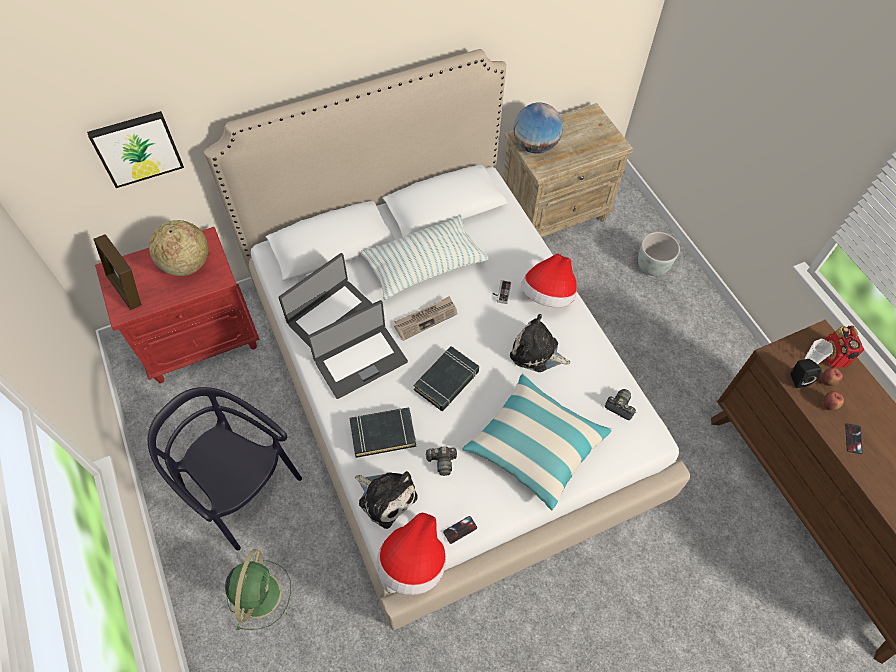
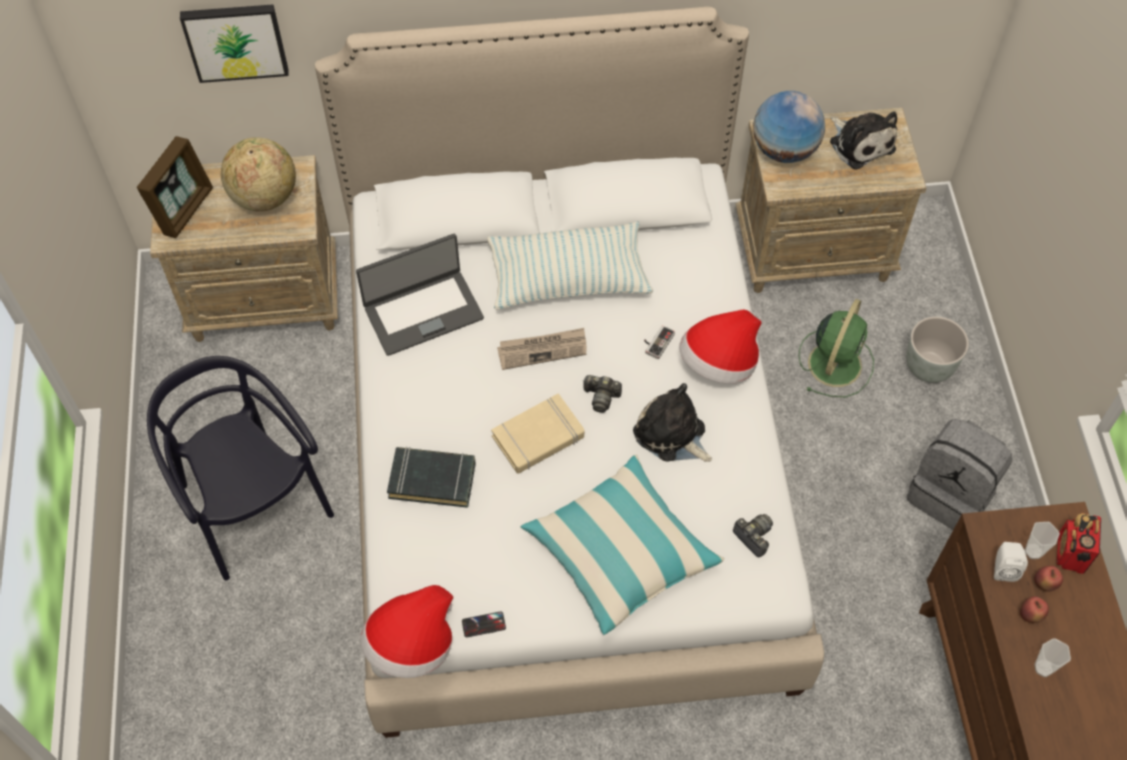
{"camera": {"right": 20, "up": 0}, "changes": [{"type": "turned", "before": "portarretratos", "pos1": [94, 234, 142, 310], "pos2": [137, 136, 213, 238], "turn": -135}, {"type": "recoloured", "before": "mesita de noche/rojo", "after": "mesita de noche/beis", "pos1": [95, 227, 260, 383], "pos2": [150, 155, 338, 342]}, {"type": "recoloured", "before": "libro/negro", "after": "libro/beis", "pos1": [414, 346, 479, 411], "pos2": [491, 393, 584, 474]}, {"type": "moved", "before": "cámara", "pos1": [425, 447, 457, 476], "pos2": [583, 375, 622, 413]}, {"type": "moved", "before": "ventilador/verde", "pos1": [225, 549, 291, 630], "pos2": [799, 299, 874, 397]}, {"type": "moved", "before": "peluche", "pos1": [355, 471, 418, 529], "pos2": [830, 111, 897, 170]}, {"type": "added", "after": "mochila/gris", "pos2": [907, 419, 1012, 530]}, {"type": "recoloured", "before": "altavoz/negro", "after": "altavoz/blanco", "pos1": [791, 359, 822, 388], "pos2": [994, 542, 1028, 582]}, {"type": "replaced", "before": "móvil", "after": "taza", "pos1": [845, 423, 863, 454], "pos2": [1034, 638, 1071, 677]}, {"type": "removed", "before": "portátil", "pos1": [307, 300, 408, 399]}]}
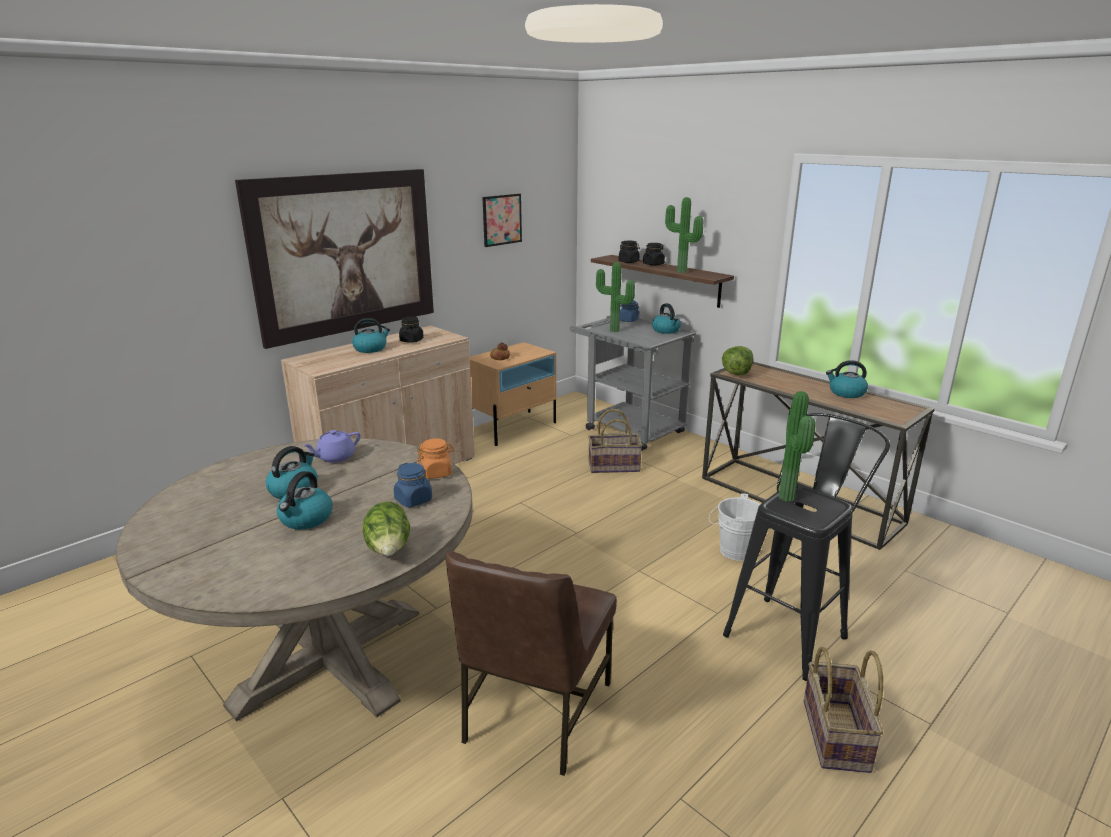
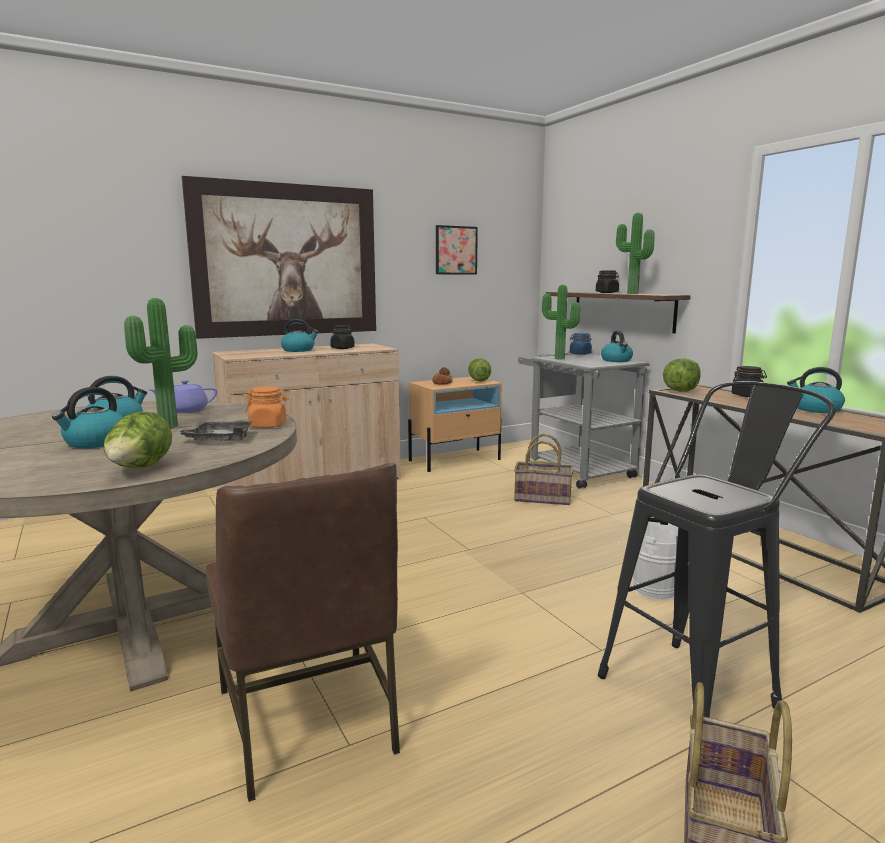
{"camera": {"right": 15, "up": -10}, "changes": [{"type": "moved", "before": "planta en maceta", "pos1": [778, 391, 816, 502], "pos2": [124, 298, 198, 429]}, {"type": "replaced", "before": "tarro/azul", "after": "bandeja/gris", "pos1": [394, 463, 432, 507], "pos2": [174, 421, 253, 441]}, {"type": "turned", "before": "silla/marrón", "pos1": [446, 551, 617, 776], "pos2": [206, 463, 400, 802], "turn": -60}, {"type": "added", "after": "lechuga", "pos2": [468, 358, 491, 382]}, {"type": "moved", "before": "tarro/negro", "pos1": [619, 241, 640, 263], "pos2": [731, 366, 767, 397]}]}
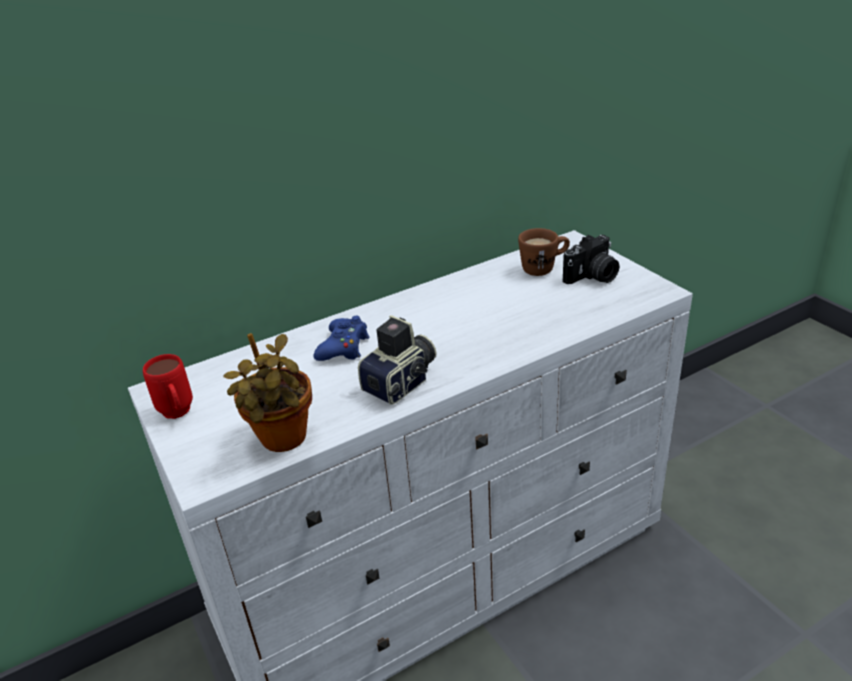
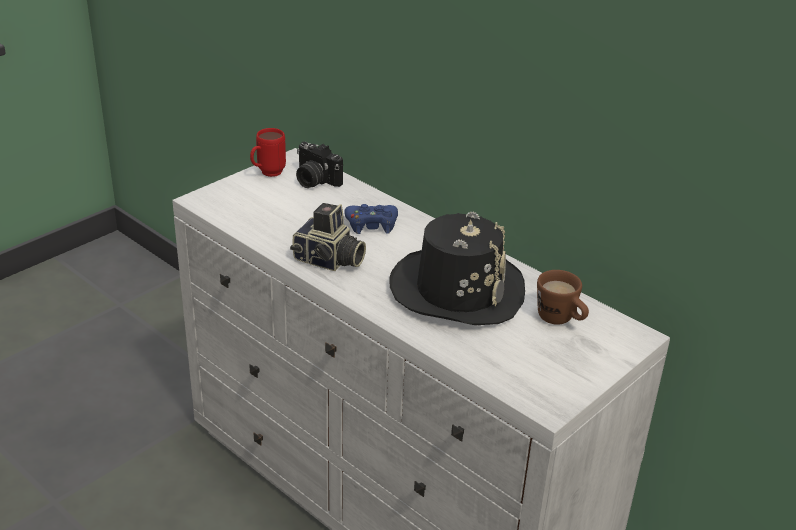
{"camera": {"right": 70, "up": 0}, "changes": [{"type": "moved", "before": "cámara", "pos1": [563, 235, 619, 284], "pos2": [296, 142, 343, 188]}, {"type": "added", "after": "sombrero/negro", "pos2": [390, 211, 525, 325]}, {"type": "removed", "before": "planta en maceta", "pos1": [223, 333, 312, 452]}]}
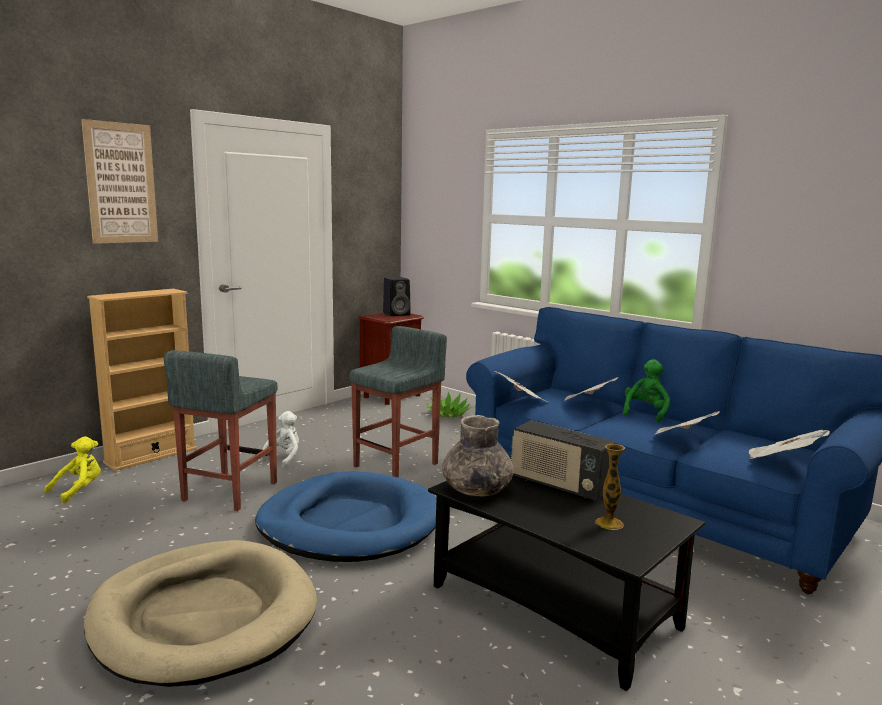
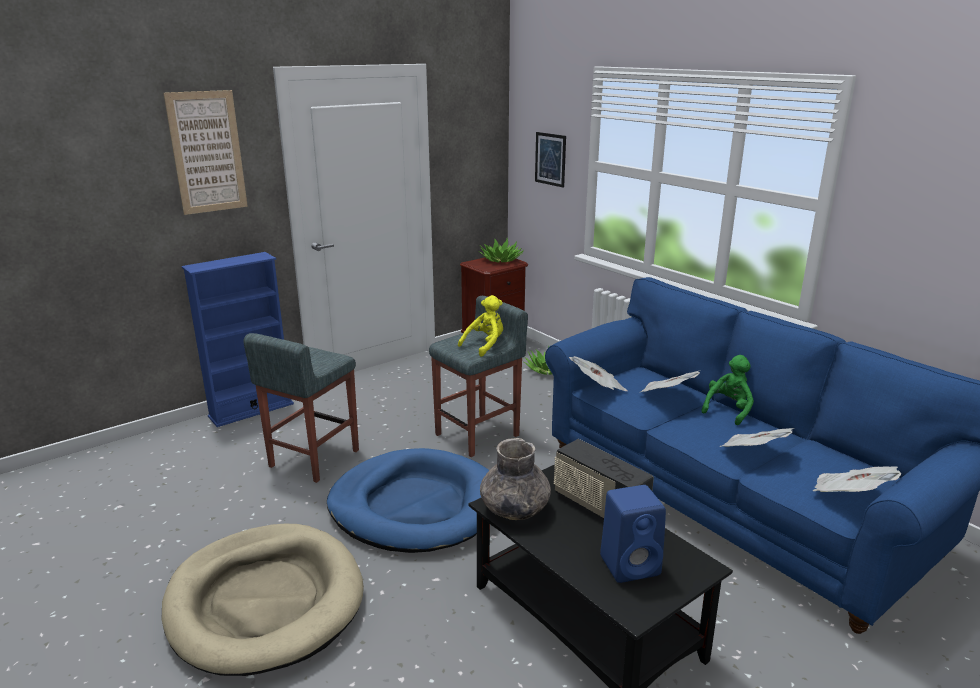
{"camera": {"right": 10, "up": 10}, "changes": [{"type": "recoloured", "before": "estantería/beis", "after": "estantería/azul", "pos1": [87, 289, 197, 471], "pos2": [182, 252, 294, 427]}, {"type": "moved", "before": "peluche/amarillo", "pos1": [45, 436, 101, 503], "pos2": [458, 295, 503, 357]}, {"type": "replaced", "before": "altavoz/negro", "after": "planta en maceta", "pos1": [383, 277, 410, 316], "pos2": [479, 238, 523, 262]}, {"type": "added", "after": "cuadro", "pos2": [535, 132, 566, 188]}, {"type": "replaced", "before": "florero", "after": "altavoz/azul", "pos1": [595, 444, 625, 530], "pos2": [600, 485, 666, 583]}, {"type": "removed", "before": "peluche/blanco", "pos1": [258, 411, 299, 469]}]}
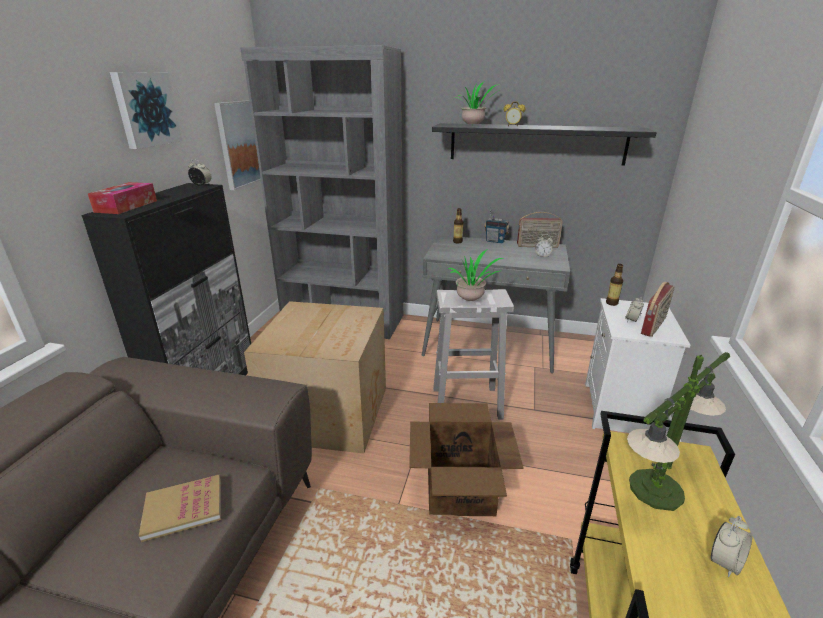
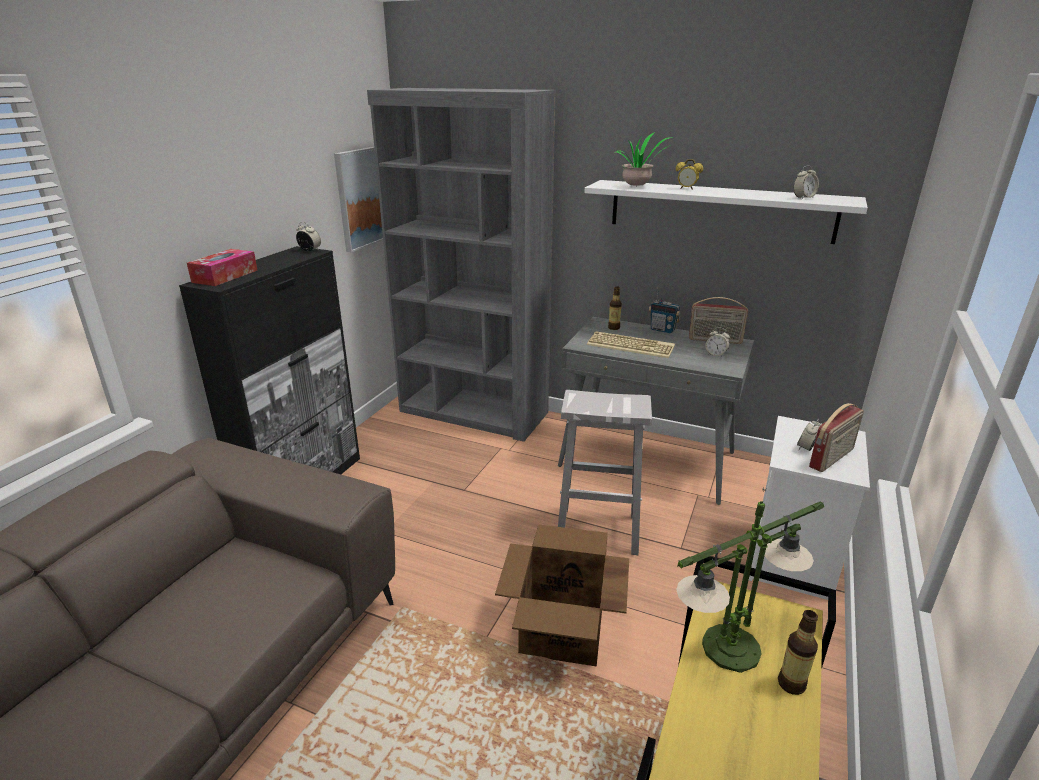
{"camera": {"right": 10, "up": 0}, "changes": [{"type": "recoloured", "before": "estante/negro", "after": "estante/blanco", "pos1": [432, 123, 657, 166], "pos2": [584, 180, 868, 244]}, {"type": "added", "after": "teclado", "pos2": [587, 331, 675, 358]}, {"type": "moved", "before": "botella", "pos1": [606, 264, 623, 306], "pos2": [778, 610, 818, 695]}, {"type": "moved", "before": "despertador", "pos1": [711, 516, 752, 577], "pos2": [793, 165, 819, 199]}, {"type": "removed", "before": "cuadro", "pos1": [110, 72, 182, 149]}, {"type": "removed", "before": "libro", "pos1": [139, 475, 221, 542]}, {"type": "removed", "before": "caja de cartón", "pos1": [244, 301, 386, 454]}, {"type": "removed", "before": "planta en maceta", "pos1": [448, 250, 504, 301]}]}
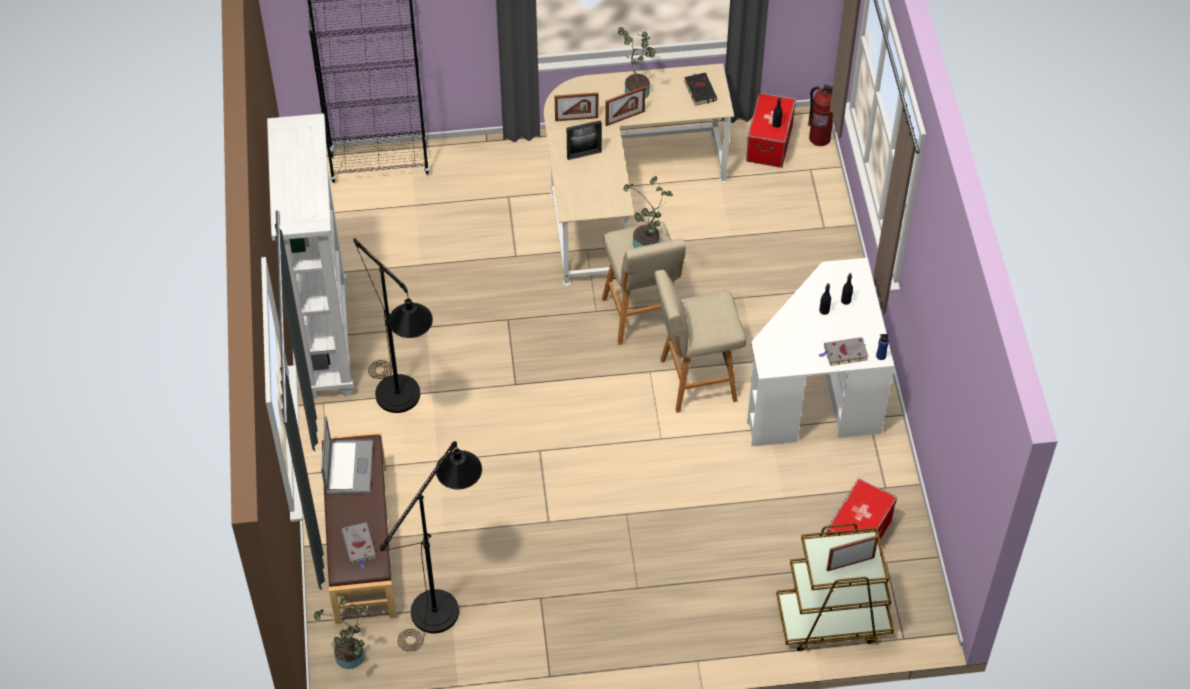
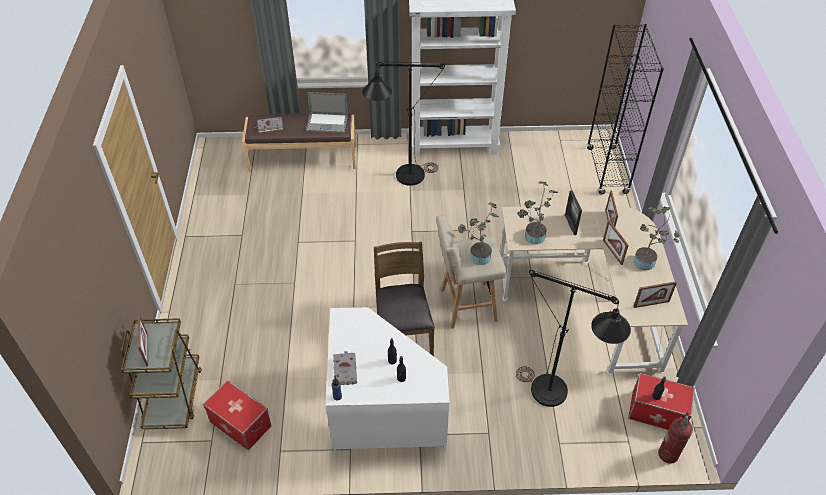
{"camera": {"right": 95, "up": -5}, "changes": [{"type": "replaced", "before": "taburete/beis", "after": "silla/marrón", "pos1": [655, 270, 746, 413], "pos2": [374, 242, 435, 356]}, {"type": "moved", "before": "lámpara de pie/negro", "pos1": [380, 441, 482, 652], "pos2": [516, 270, 631, 407]}, {"type": "moved", "before": "planta en maceta", "pos1": [314, 594, 369, 669], "pos2": [517, 181, 558, 244]}, {"type": "replaced", "before": "libro/negro", "after": "portarretratos", "pos1": [684, 73, 717, 106], "pos2": [633, 281, 677, 308]}]}
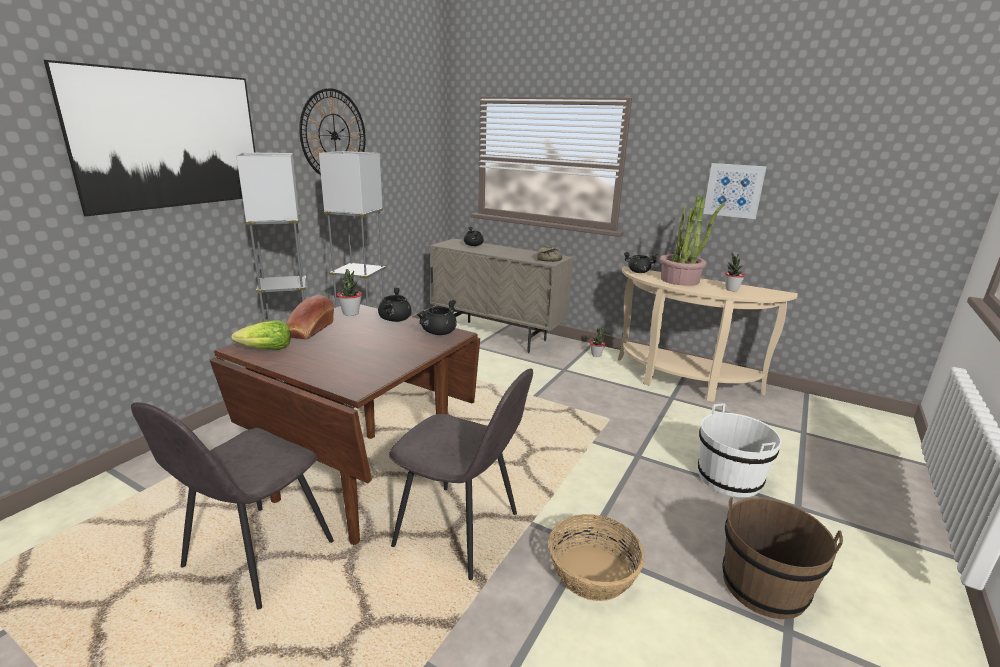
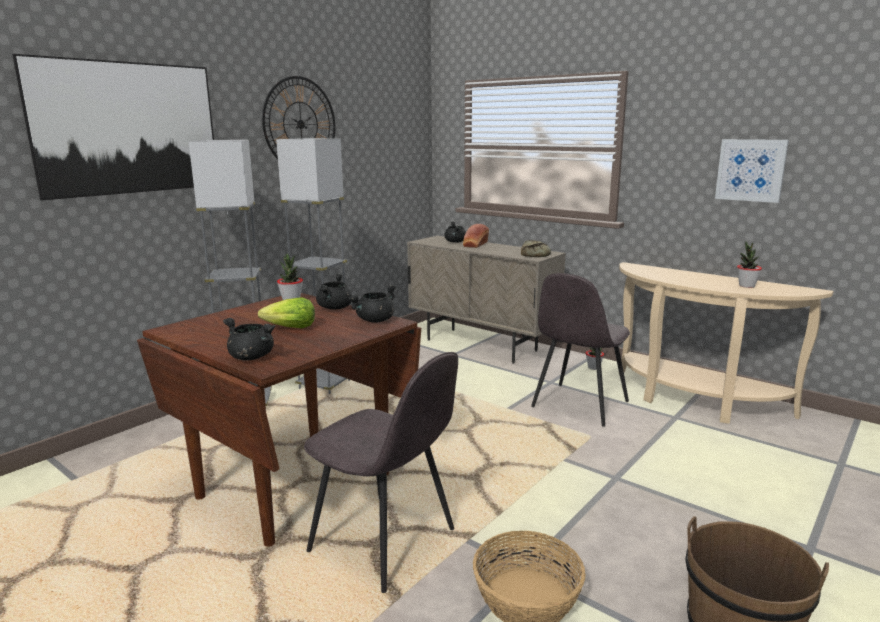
{"camera": {"right": 10, "up": -5}, "changes": [{"type": "moved", "before": "olla/negro", "pos1": [624, 252, 658, 273], "pos2": [223, 318, 275, 360]}, {"type": "moved", "before": "lechuga", "pos1": [232, 320, 291, 350], "pos2": [258, 298, 315, 328]}, {"type": "moved", "before": "pan", "pos1": [286, 295, 334, 339], "pos2": [463, 224, 489, 248]}, {"type": "moved", "before": "silla/gris", "pos1": [131, 402, 334, 610], "pos2": [531, 273, 630, 427]}, {"type": "removed", "before": "planta en maceta", "pos1": [660, 195, 726, 286]}, {"type": "removed", "before": "cubo/blanco", "pos1": [698, 403, 782, 497]}]}
